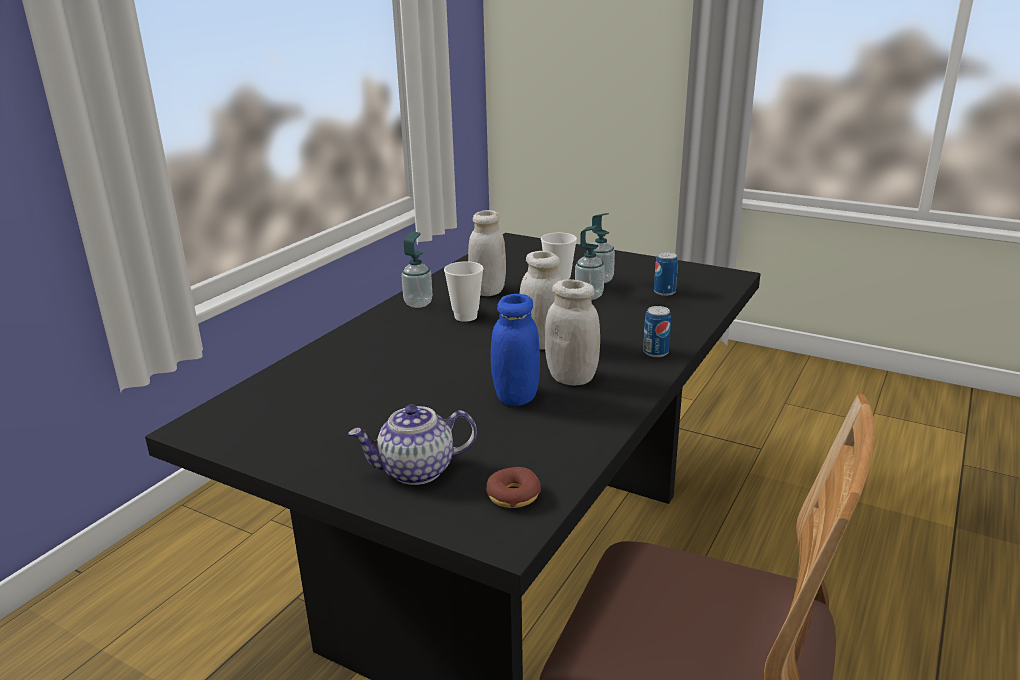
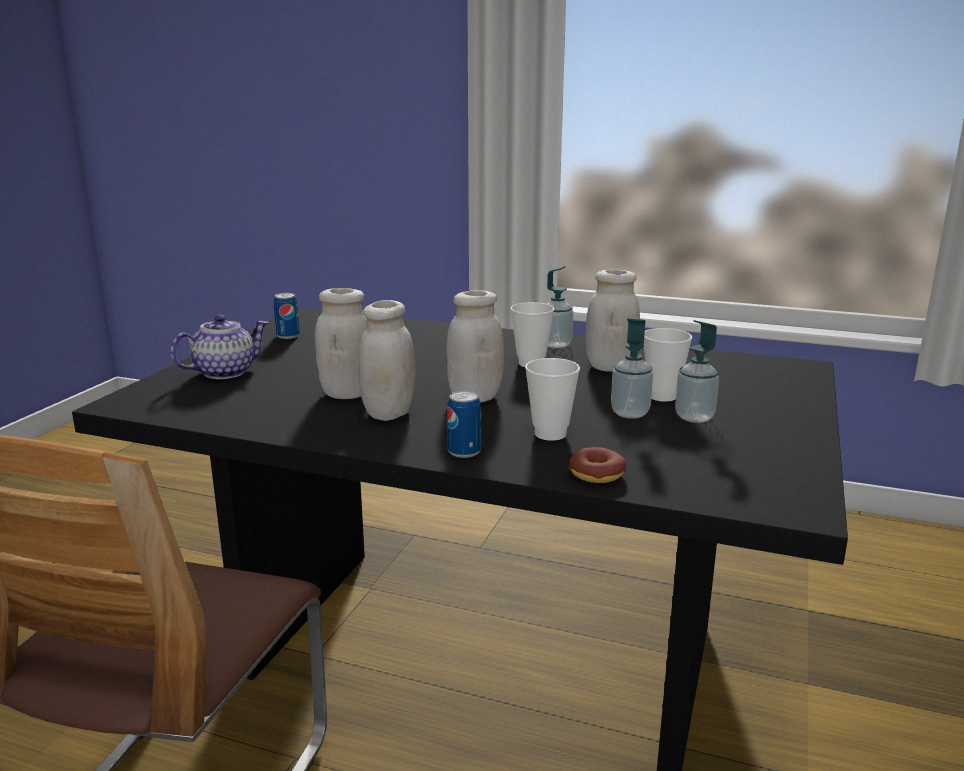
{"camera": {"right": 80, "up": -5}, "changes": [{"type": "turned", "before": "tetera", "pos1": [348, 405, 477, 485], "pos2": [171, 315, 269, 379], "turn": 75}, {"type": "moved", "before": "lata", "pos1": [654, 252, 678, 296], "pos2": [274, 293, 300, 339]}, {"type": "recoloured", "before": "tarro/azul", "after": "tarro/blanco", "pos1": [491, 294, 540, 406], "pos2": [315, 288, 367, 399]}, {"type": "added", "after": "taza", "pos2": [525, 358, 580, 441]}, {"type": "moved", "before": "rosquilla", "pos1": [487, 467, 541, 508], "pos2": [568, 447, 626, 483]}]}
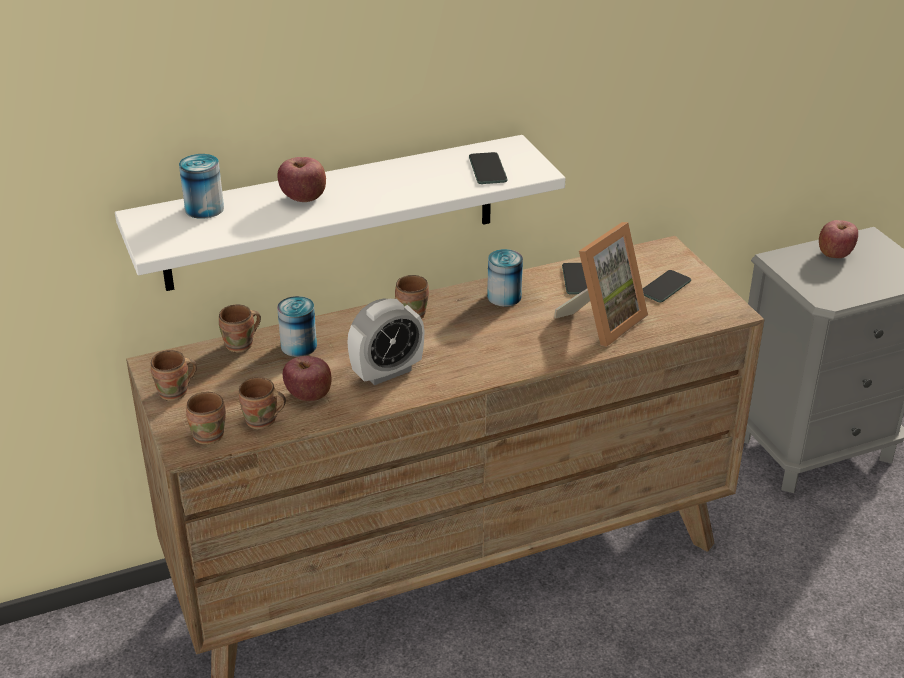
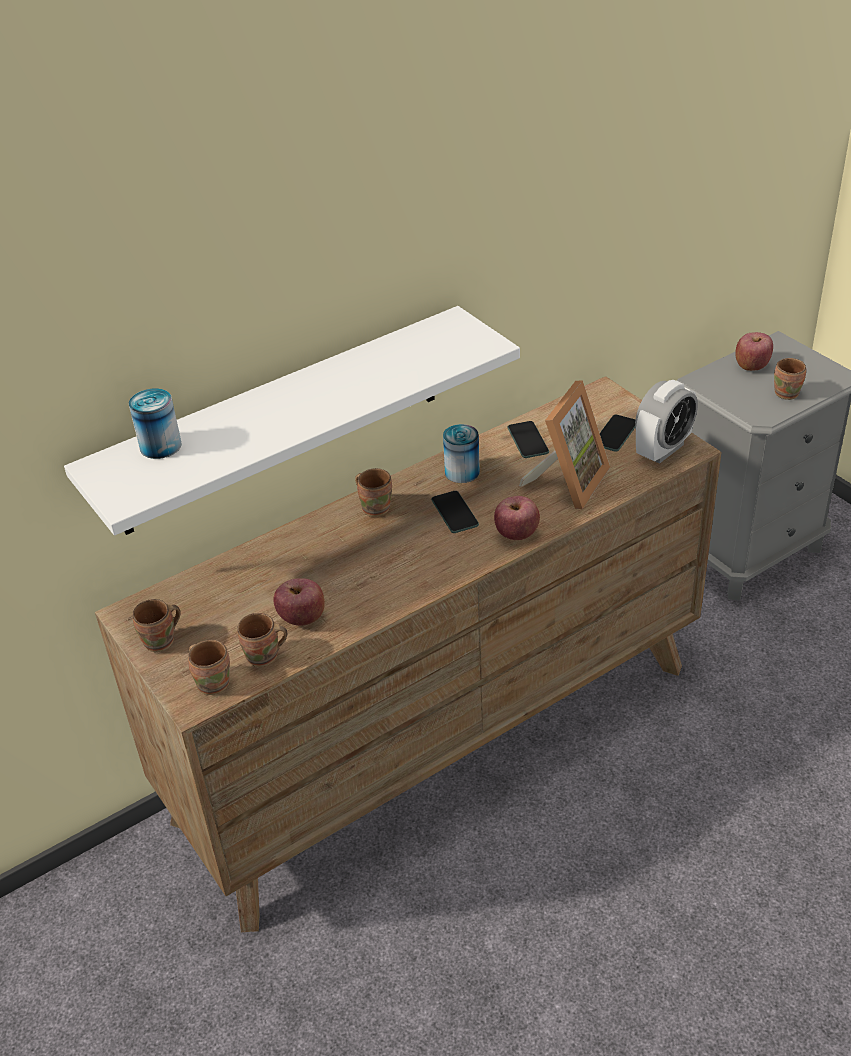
{"camera": {"right": -10, "up": 5}, "changes": [{"type": "moved", "before": "móvil", "pos1": [469, 152, 508, 184], "pos2": [431, 491, 479, 533]}, {"type": "moved", "before": "manzana", "pos1": [277, 157, 326, 202], "pos2": [494, 496, 540, 540]}, {"type": "moved", "before": "despertador", "pos1": [347, 299, 424, 385], "pos2": [635, 380, 698, 464]}, {"type": "moved", "before": "taza grande/marrón", "pos1": [219, 304, 261, 353], "pos2": [774, 358, 806, 400]}, {"type": "removed", "before": "lata", "pos1": [277, 296, 317, 357]}]}
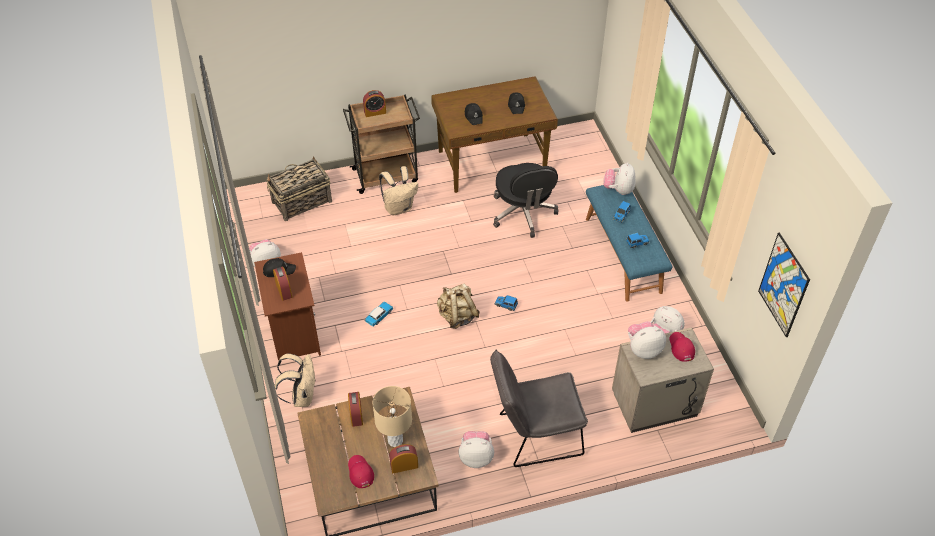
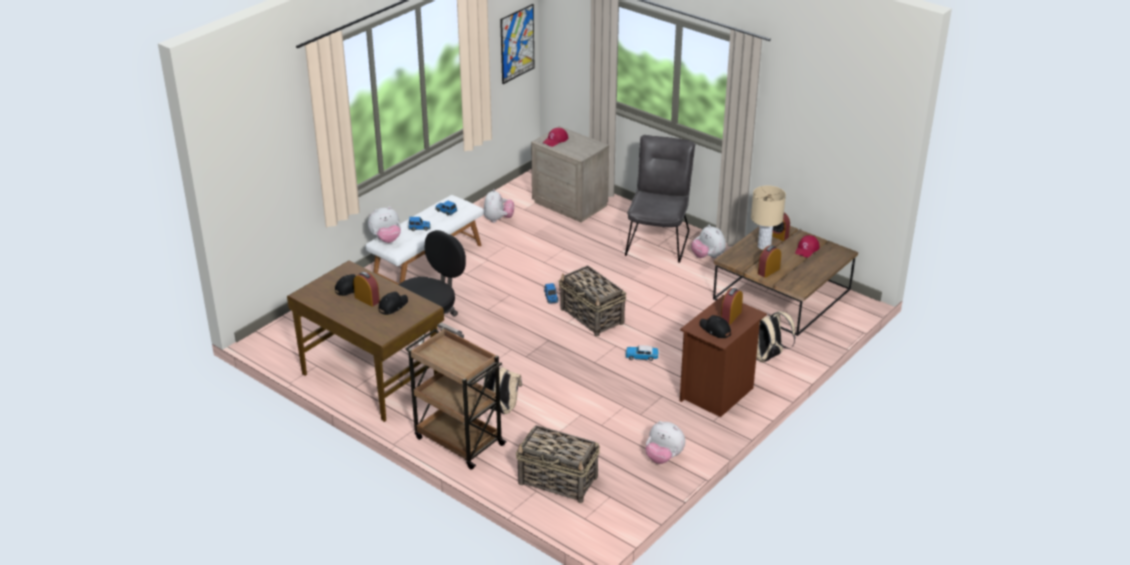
{"camera": {"right": -125, "up": -15}, "changes": [{"type": "moved", "before": "despertador", "pos1": [363, 90, 386, 117], "pos2": [353, 272, 380, 307]}, {"type": "recoloured", "before": "banco/azul", "after": "banco/blanco", "pos1": [586, 185, 673, 302], "pos2": [365, 195, 484, 284]}, {"type": "replaced", "before": "mochila/beis", "after": "cesta", "pos1": [437, 283, 480, 329], "pos2": [558, 265, 626, 336]}, {"type": "turned", "before": "silla/gris", "pos1": [490, 350, 588, 467], "pos2": [625, 135, 695, 263], "turn": -120}, {"type": "removed", "before": "peluche", "pos1": [628, 321, 666, 359]}]}
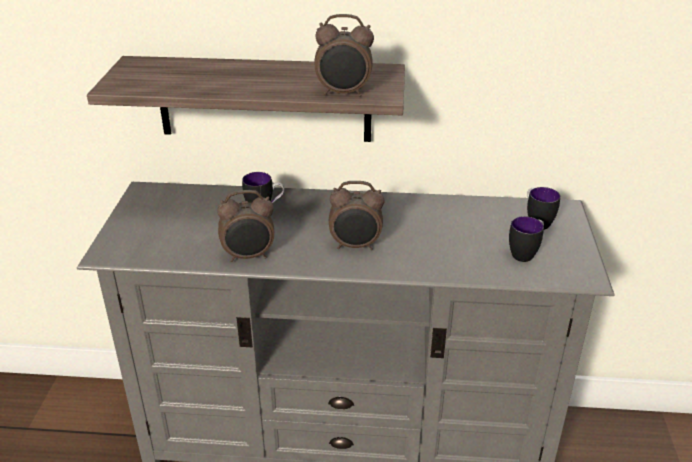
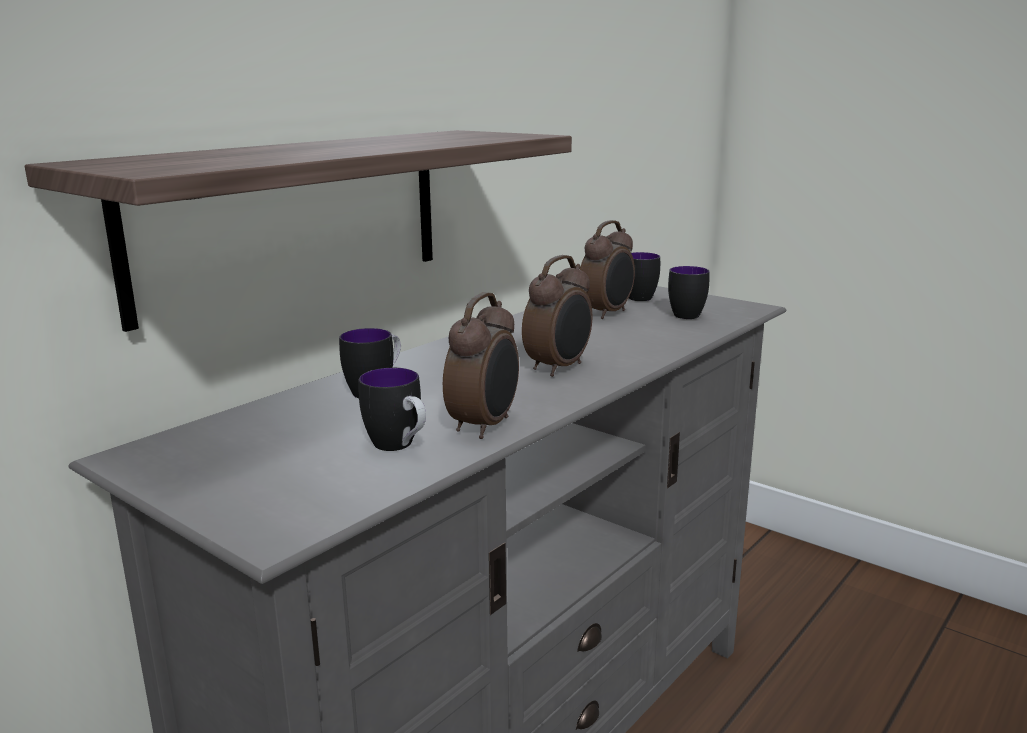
{"camera": {"right": -55, "up": -15}, "changes": [{"type": "added", "after": "taza grande", "pos2": [359, 368, 426, 451]}, {"type": "moved", "before": "despertador", "pos1": [314, 14, 374, 97], "pos2": [580, 220, 635, 319]}]}
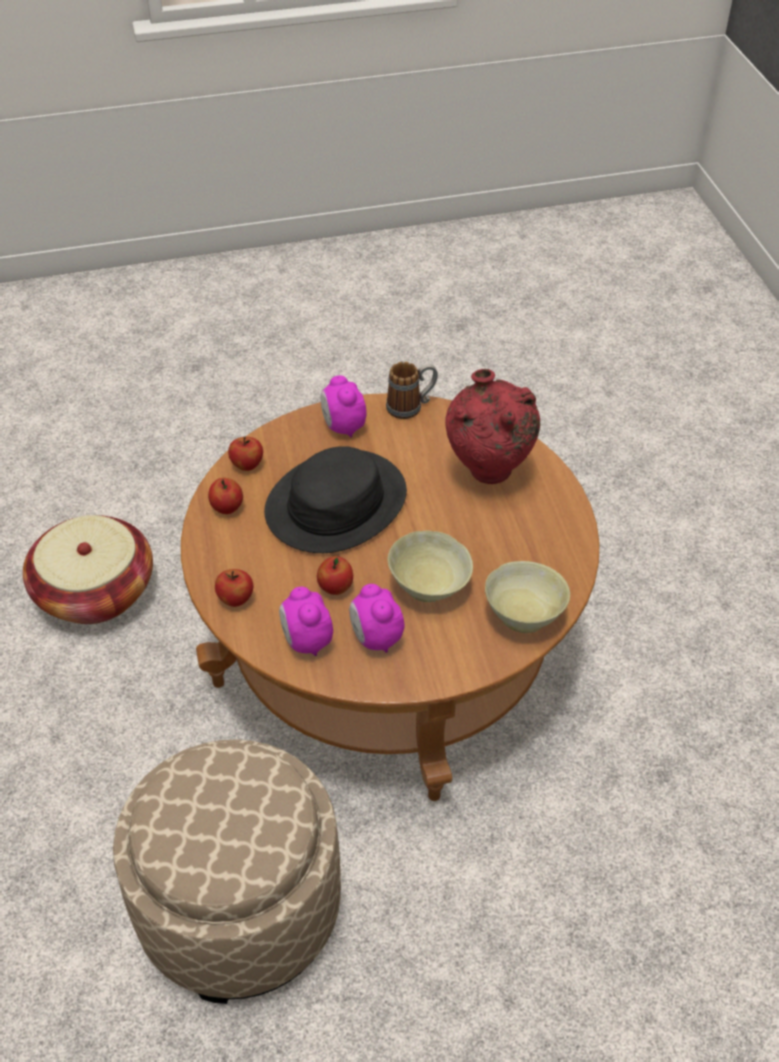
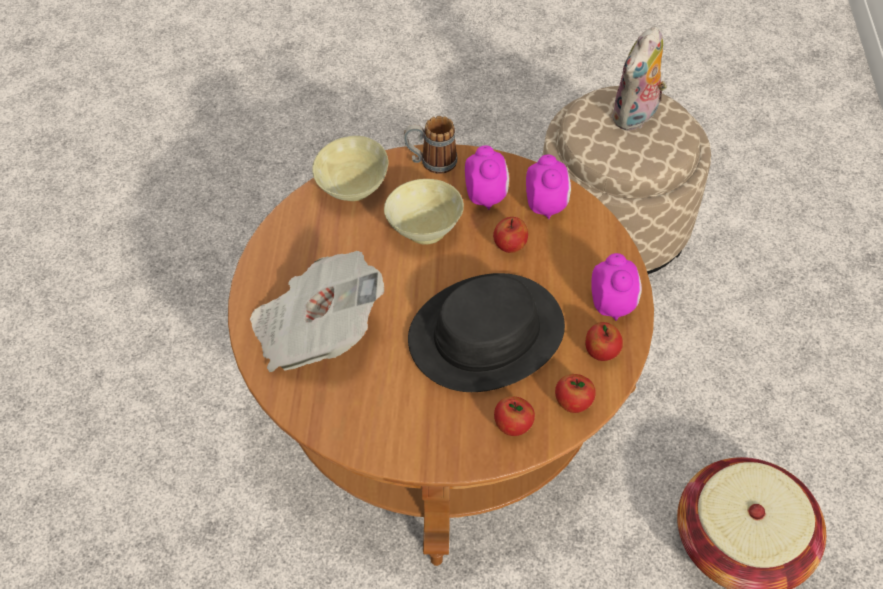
{"camera": {"right": -165, "up": 5}, "changes": [{"type": "replaced", "before": "florero/rojo", "after": "periódico", "pos1": [445, 369, 540, 484], "pos2": [250, 251, 384, 372]}, {"type": "moved", "before": "taza grande", "pos1": [386, 362, 438, 419], "pos2": [404, 116, 458, 174]}, {"type": "moved", "before": "manzana", "pos1": [215, 569, 253, 607], "pos2": [494, 396, 535, 436]}, {"type": "moved", "before": "despertador", "pos1": [320, 375, 367, 437], "pos2": [591, 253, 642, 321]}, {"type": "added", "after": "peluche", "pos2": [611, 26, 667, 131]}]}
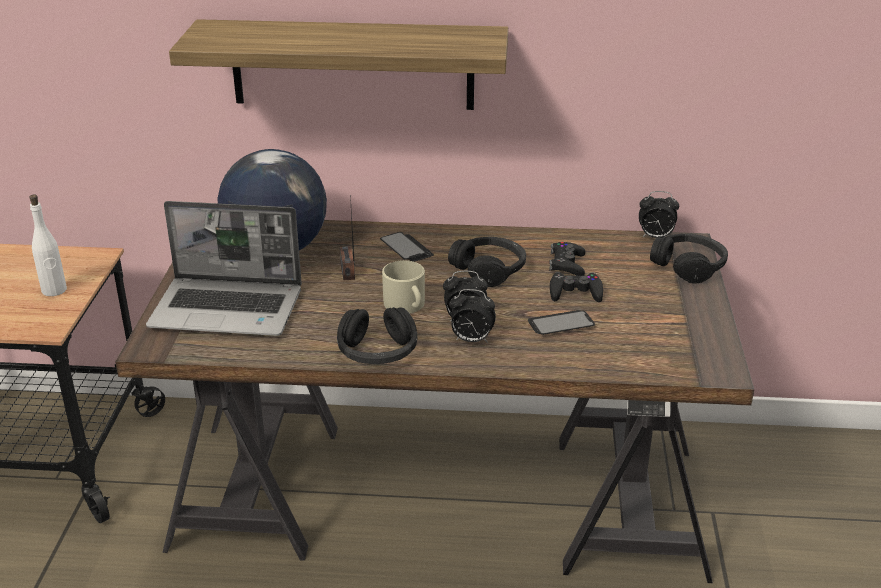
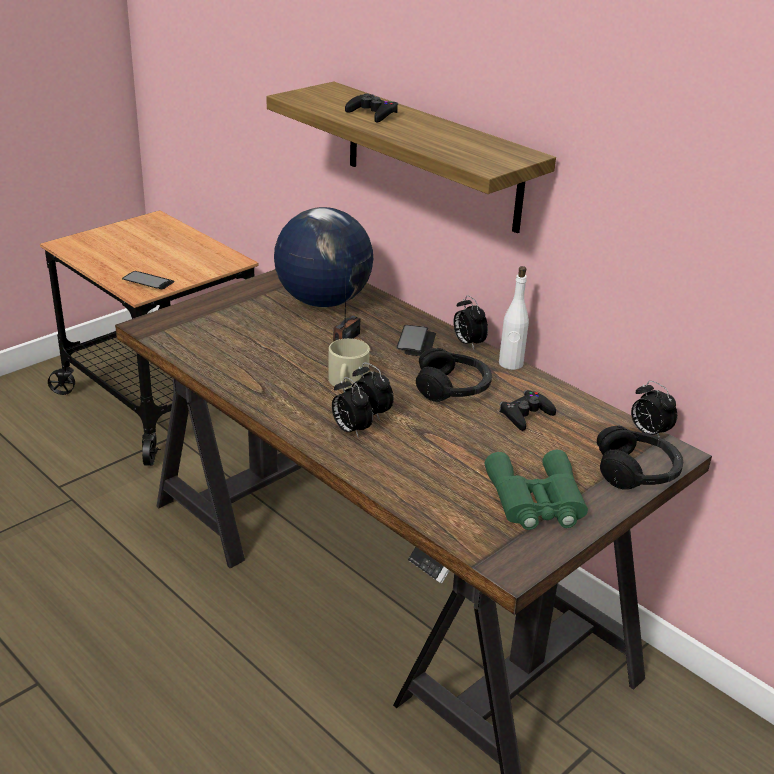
{"camera": {"right": 40, "up": 0}, "changes": [{"type": "moved", "before": "móvil", "pos1": [528, 310, 595, 335], "pos2": [122, 271, 174, 289]}, {"type": "moved", "before": "mando de consola/negro", "pos1": [550, 272, 603, 302], "pos2": [345, 93, 398, 122]}, {"type": "added", "after": "despertador", "pos2": [453, 295, 488, 349]}, {"type": "added", "after": "prismáticos/verde", "pos2": [485, 450, 588, 530]}, {"type": "moved", "before": "botella/blanco", "pos1": [30, 194, 67, 296], "pos2": [499, 266, 529, 370]}, {"type": "removed", "before": "portátil", "pos1": [146, 201, 302, 336]}, {"type": "removed", "before": "auriculares/negro", "pos1": [337, 307, 418, 364]}]}
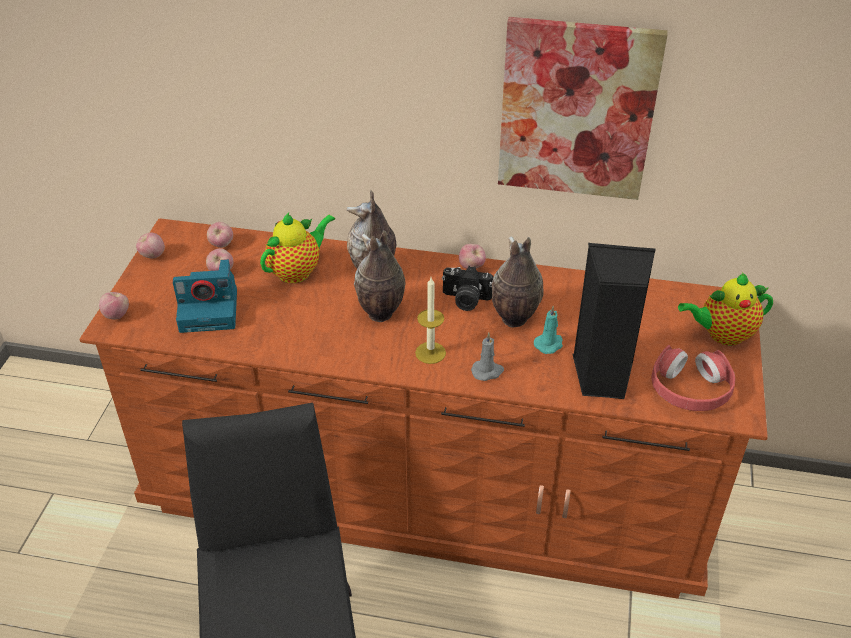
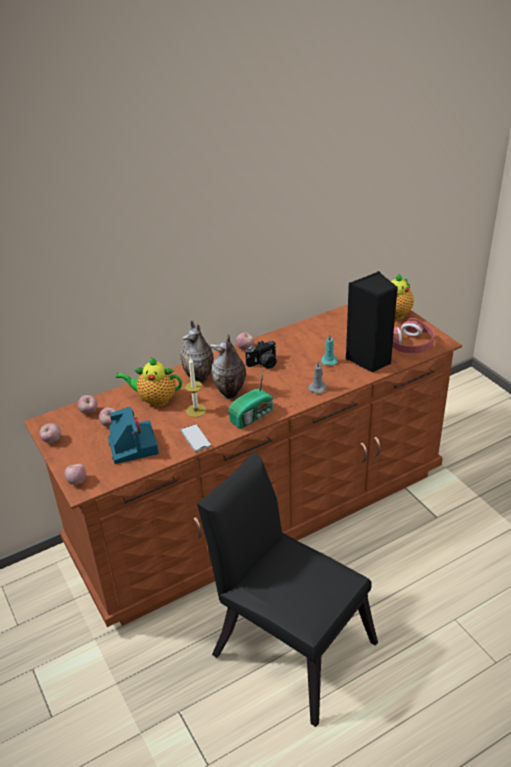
{"camera": {"right": -40, "up": -5}, "changes": [{"type": "turned", "before": "cámara", "pos1": [173, 259, 237, 333], "pos2": [108, 407, 159, 464], "turn": -60}, {"type": "turned", "before": "tetera", "pos1": [260, 212, 335, 283], "pos2": [116, 356, 182, 407], "turn": -90}, {"type": "added", "after": "móvil", "pos2": [181, 424, 211, 452]}, {"type": "moved", "before": "vela", "pos1": [415, 278, 446, 364], "pos2": [185, 357, 206, 417]}, {"type": "added", "after": "radio", "pos2": [228, 367, 273, 429]}, {"type": "removed", "before": "florero", "pos1": [492, 237, 543, 328]}, {"type": "removed", "before": "cuadro", "pos1": [498, 17, 668, 200]}]}
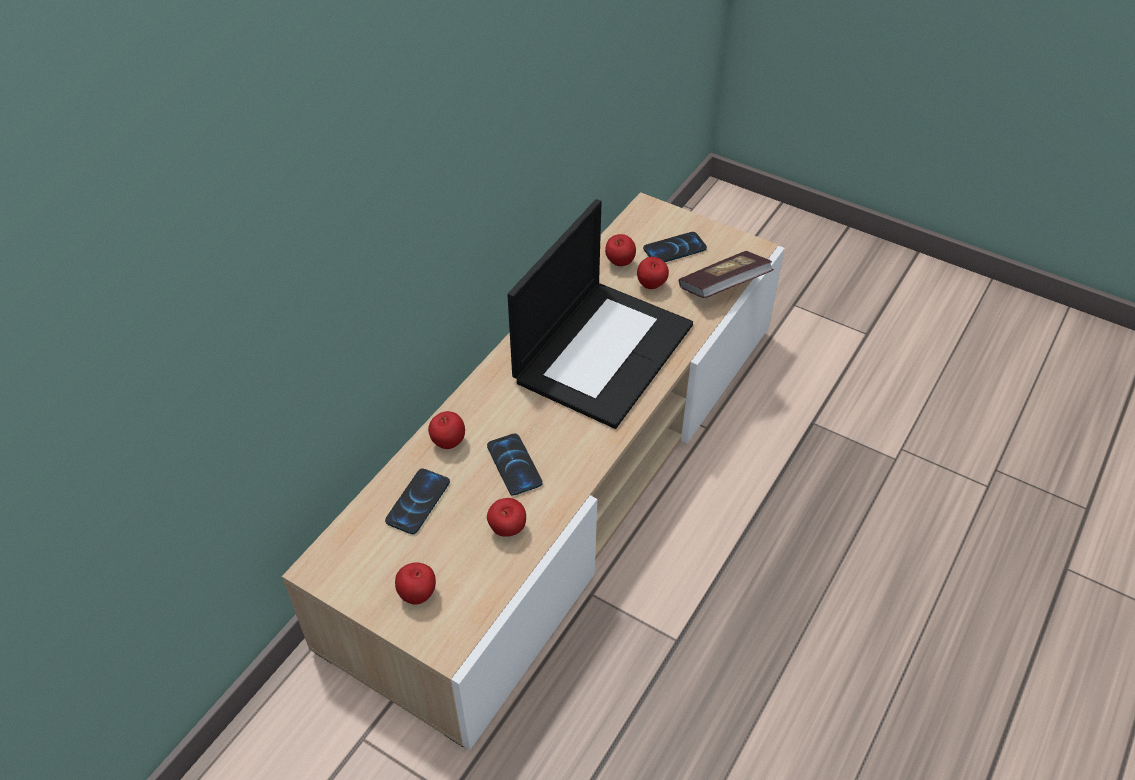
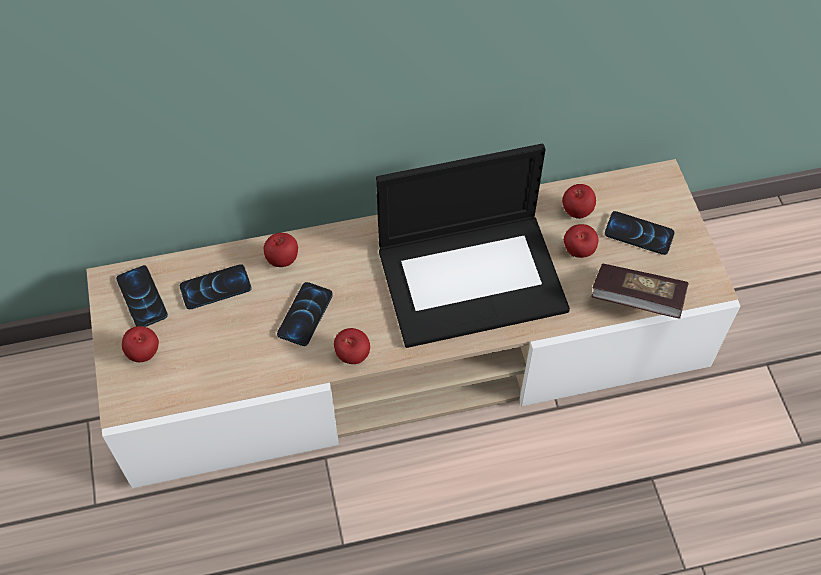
{"camera": {"right": 45, "up": 10}, "changes": [{"type": "added", "after": "móvil", "pos2": [116, 265, 168, 327]}, {"type": "moved", "before": "manzana", "pos1": [487, 498, 526, 537], "pos2": [334, 328, 370, 364]}]}
